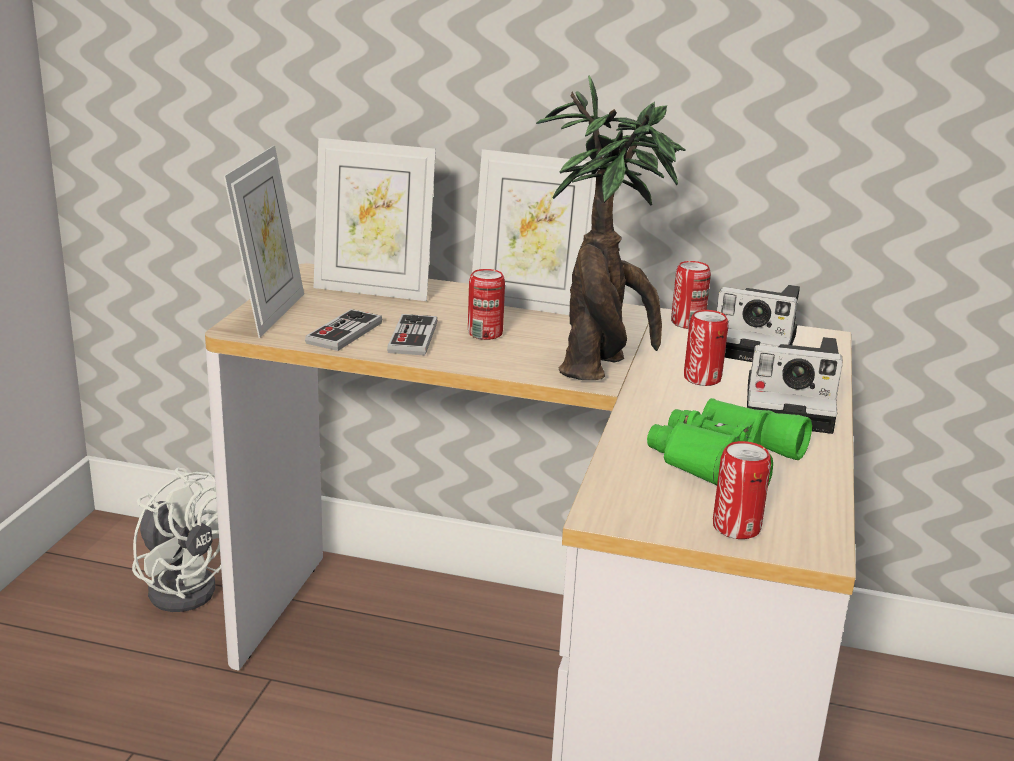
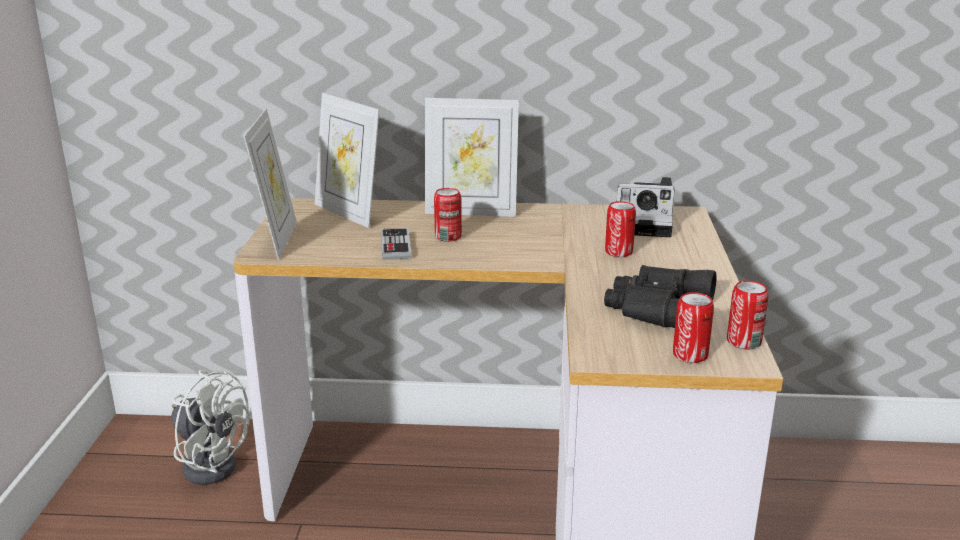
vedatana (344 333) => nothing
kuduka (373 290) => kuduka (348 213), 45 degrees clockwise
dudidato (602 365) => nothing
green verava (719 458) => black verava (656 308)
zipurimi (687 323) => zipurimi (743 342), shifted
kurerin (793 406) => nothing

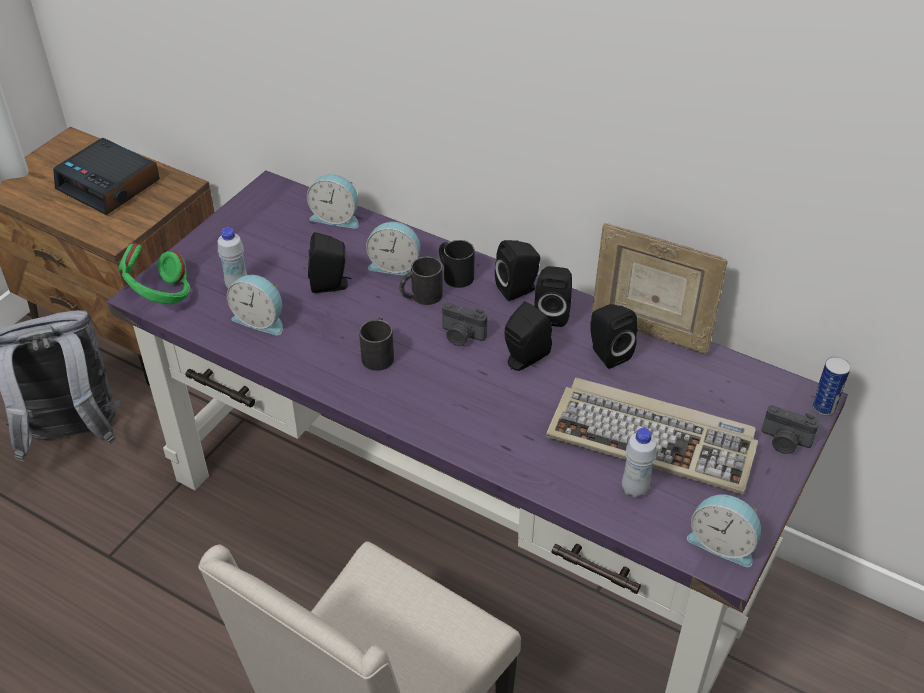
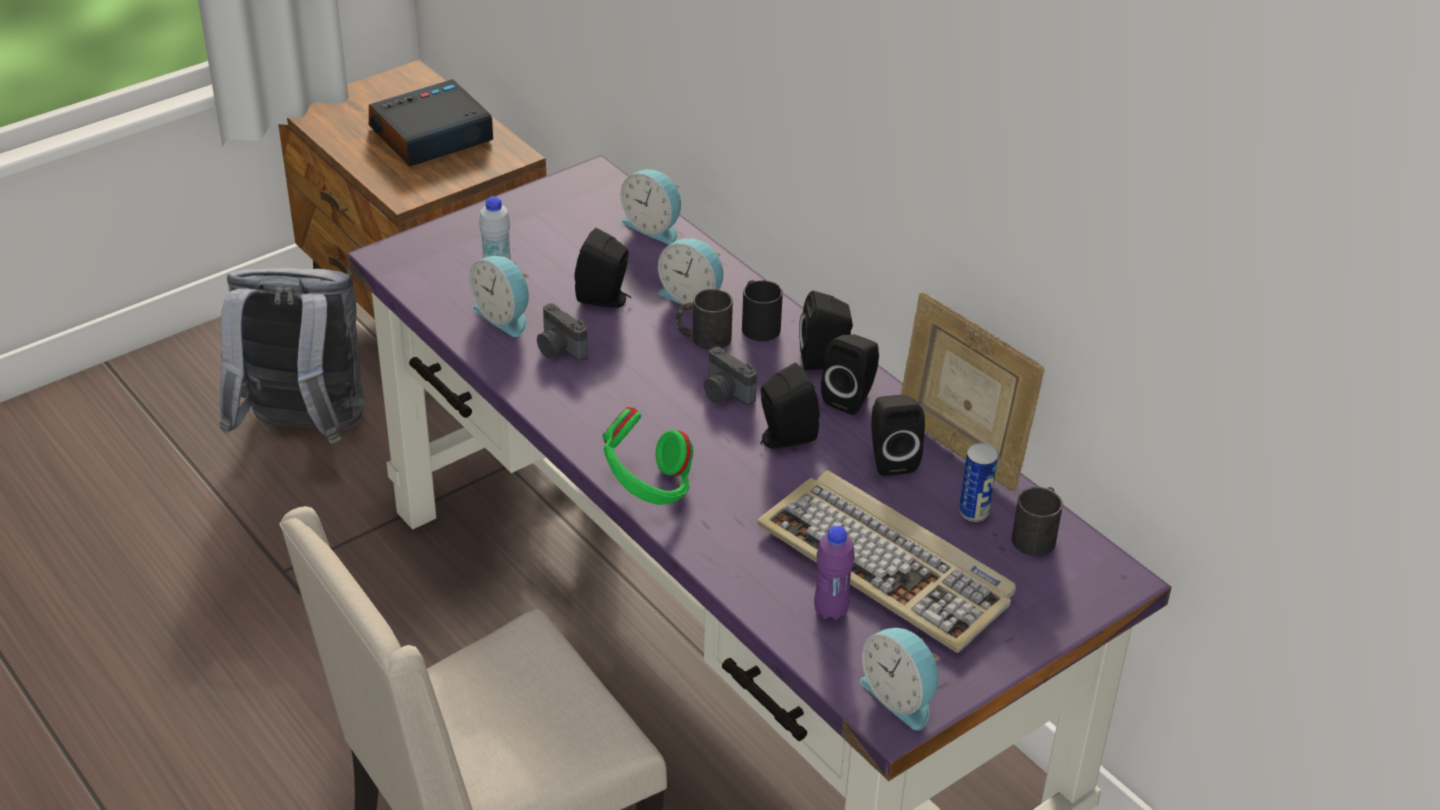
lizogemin (110 185) => lizogemin (430 136), 90 degrees clockwise
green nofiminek (160 296) => green nofiminek (647 488), shifted
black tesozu (379 354) => black tesozu (1037 534), shifted
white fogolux (634 489) => purple fogolux (830 611)
kurerin (784 442) => kurerin (559 349), shifted
zipurimi (823 408) => zipurimi (974 512), shifted

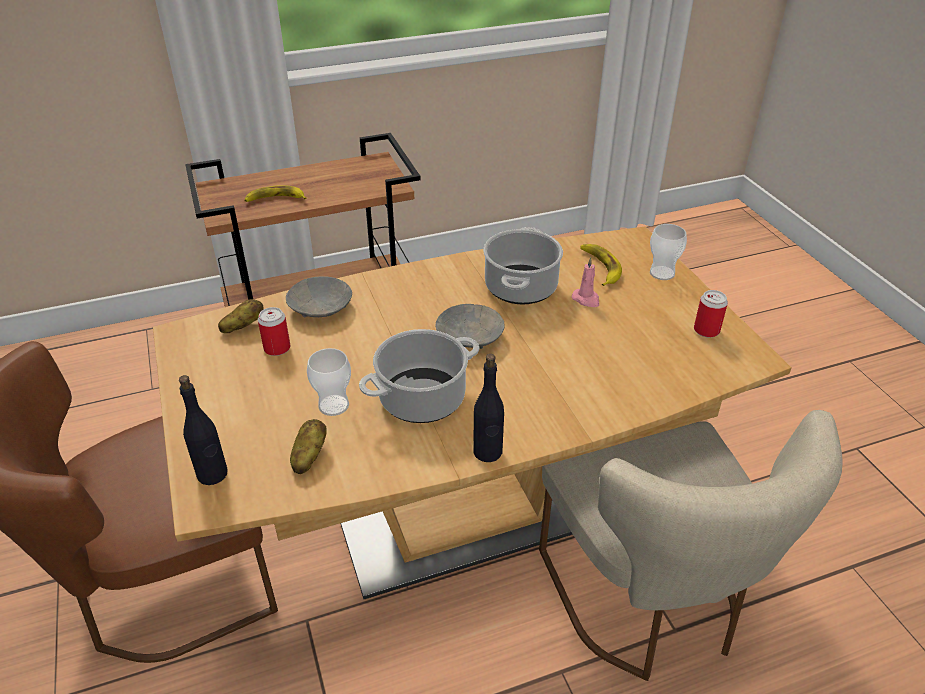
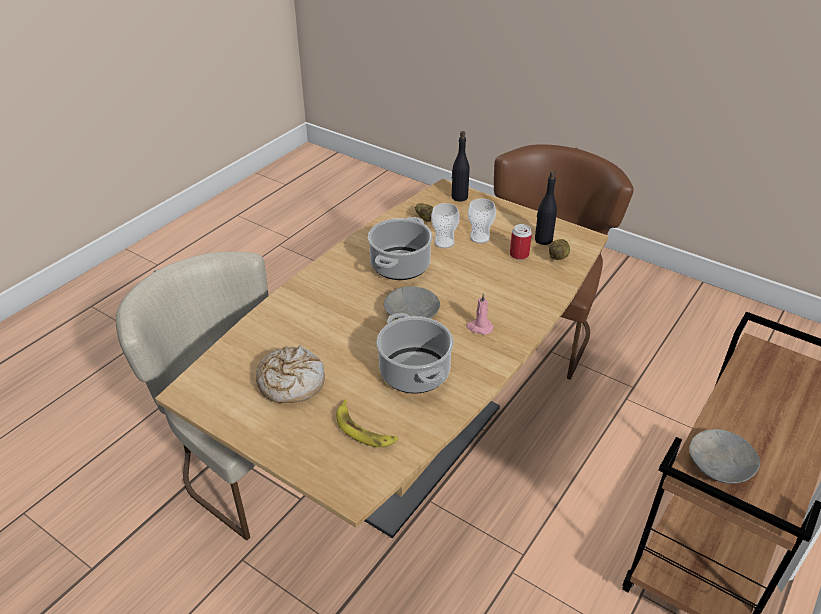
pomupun (275 199) => nothing
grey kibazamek (321 308) => grey kibazamek (719 465), shifted
black fogolux (487 452) => black fogolux (543 240), shifted
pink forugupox (586 299) => pink forugupox (479 327), shifted
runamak (662 273) => runamak (480 238), shifted
zipurimi (706 330) => nothing
nothing => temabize (290 382)

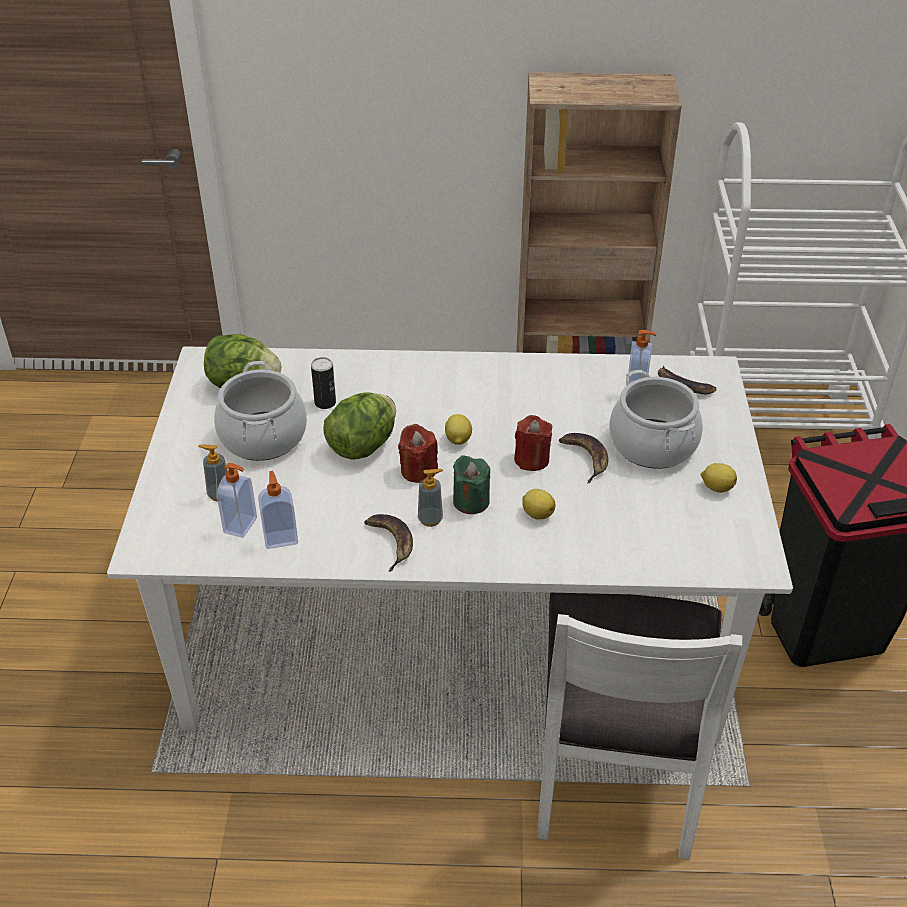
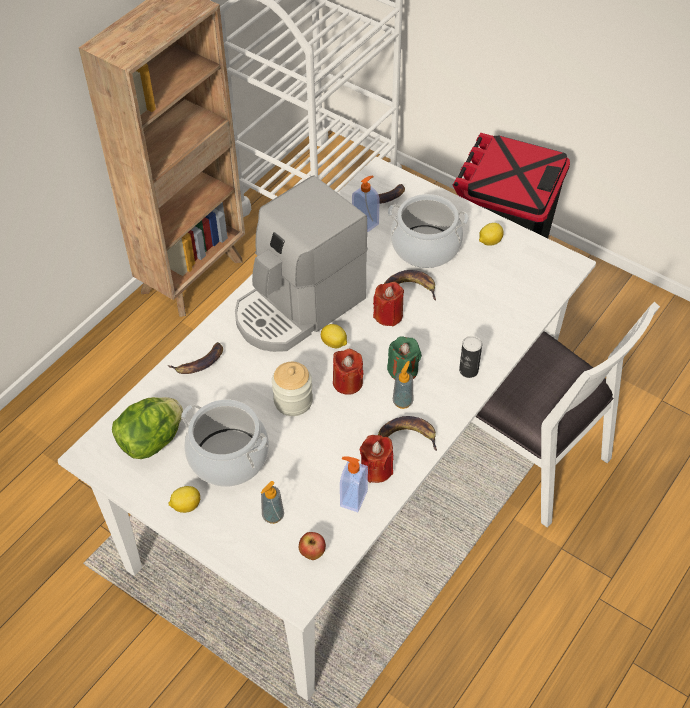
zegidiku (241 525) => nothing
zipurimi (325 402) => zipurimi (468 370), shifted
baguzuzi (362 446) => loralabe (293 401)
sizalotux (537 514) => sizalotux (186 506), shifted
nothing => pomupun (199 363)
nothing => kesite (298 308)
nothing => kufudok (312 553)
nothing => red forugupox (376 469)

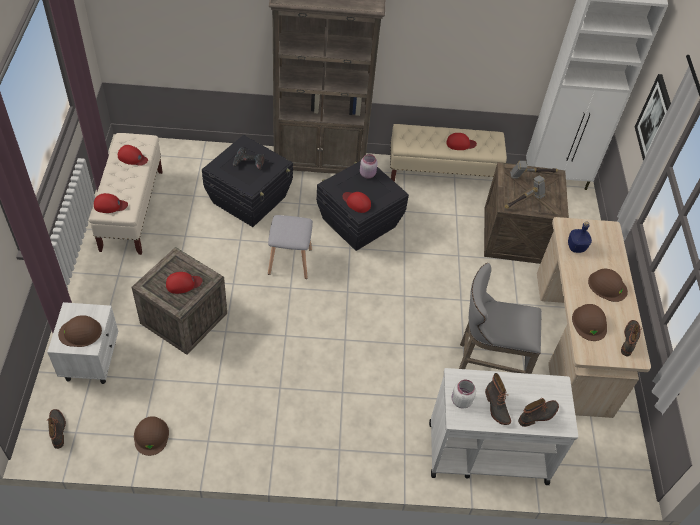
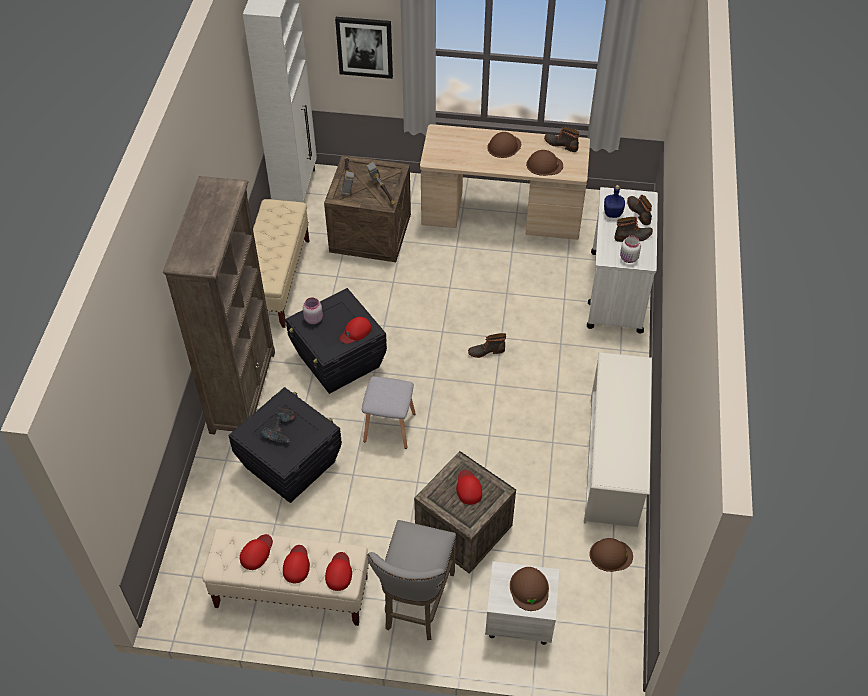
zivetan (58 429) => zivetan (486 351), shifted
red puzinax (460 143) => red puzinax (296 565), shifted
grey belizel (487 363) => grey belizel (416 604), shifted
blue fogolux (576 247) => blue fogolux (612 213), shifted
nothing => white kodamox (613 460)

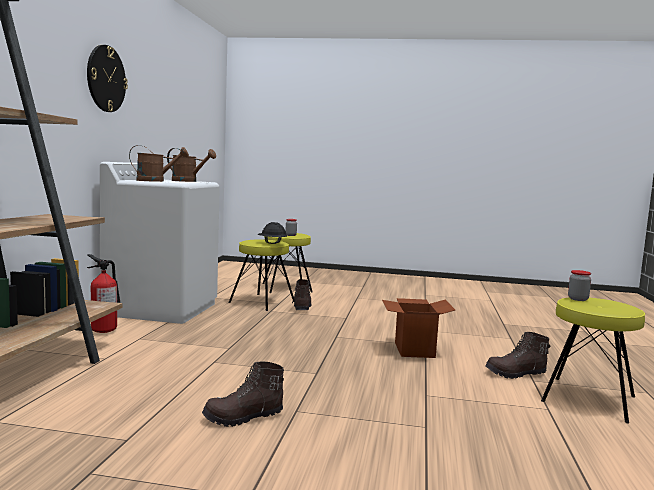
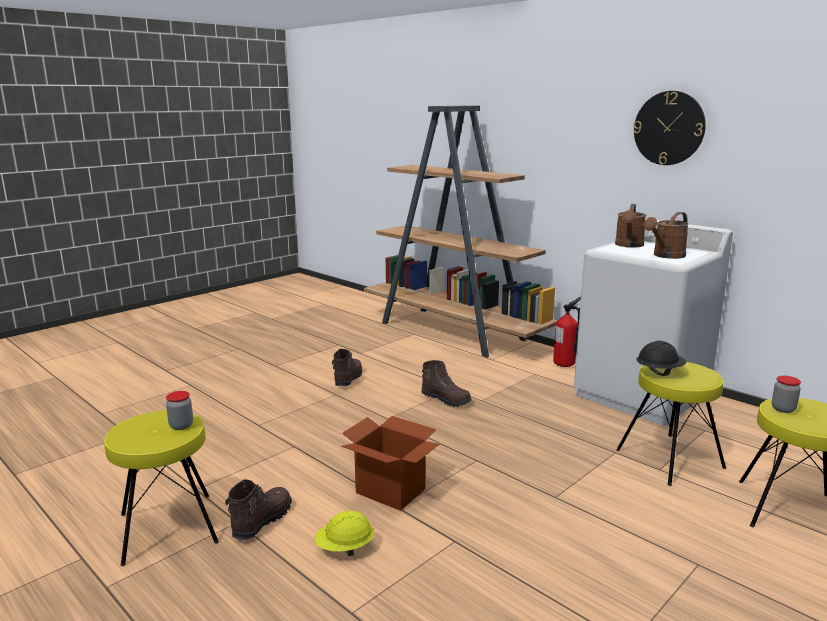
brown zivetan (302 308) => brown zivetan (446 399), shifted
nothing => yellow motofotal (345 549)

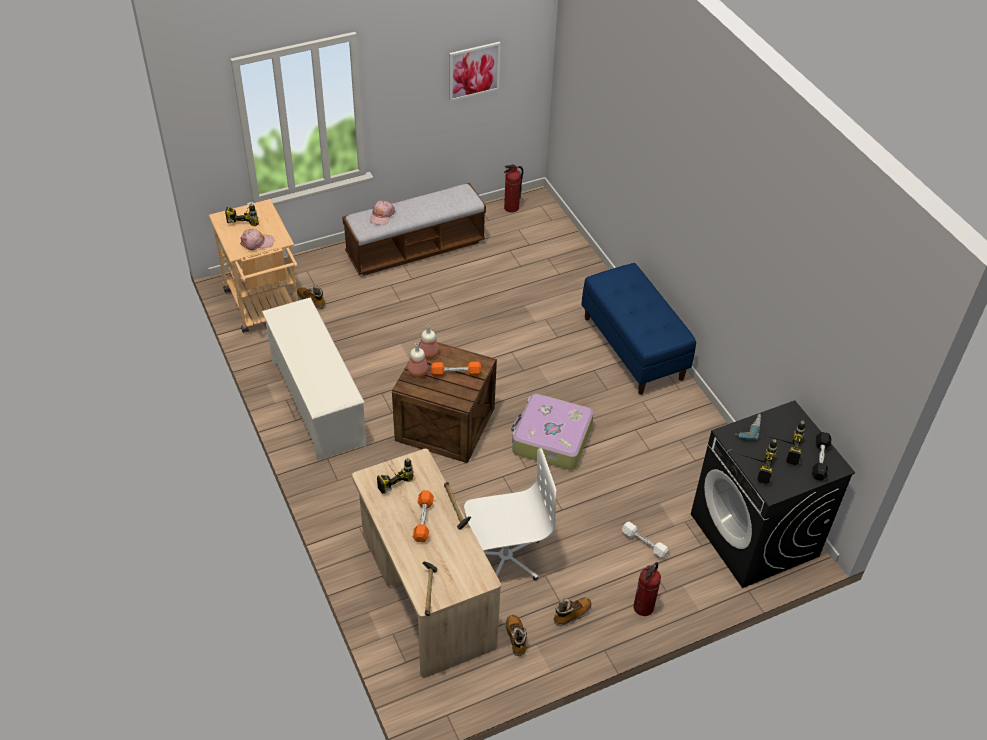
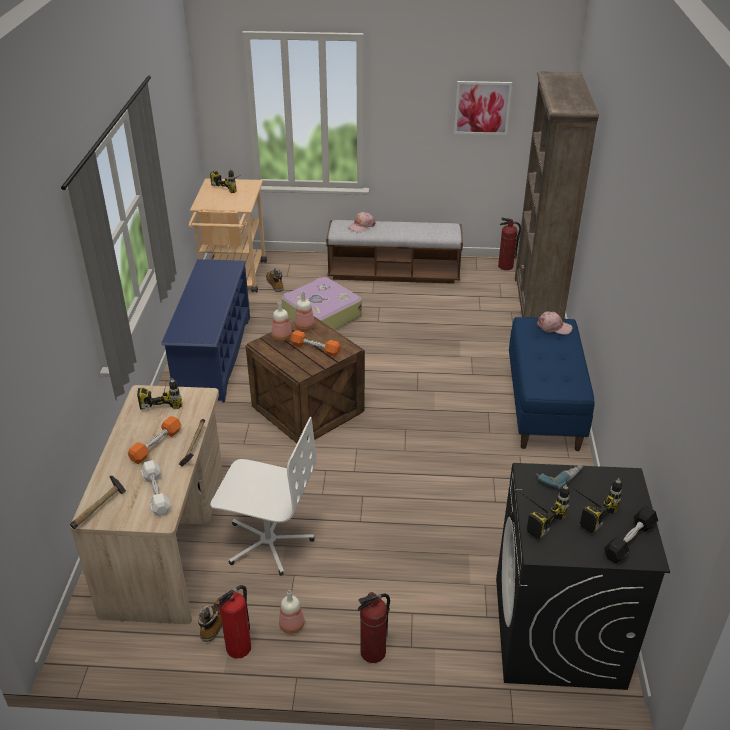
pink puzinax (257 242) => pink puzinax (554 327), shifted
white kodamox (317 402) => blue kodamox (214 356)
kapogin (550 439) => kapogin (321 315), shifted
zivetan (572 614) => fogolux (291 624)
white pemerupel (644 543) => white pemerupel (156 493), shifted
nothing => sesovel (239 647)
nothing => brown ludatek (537 305)

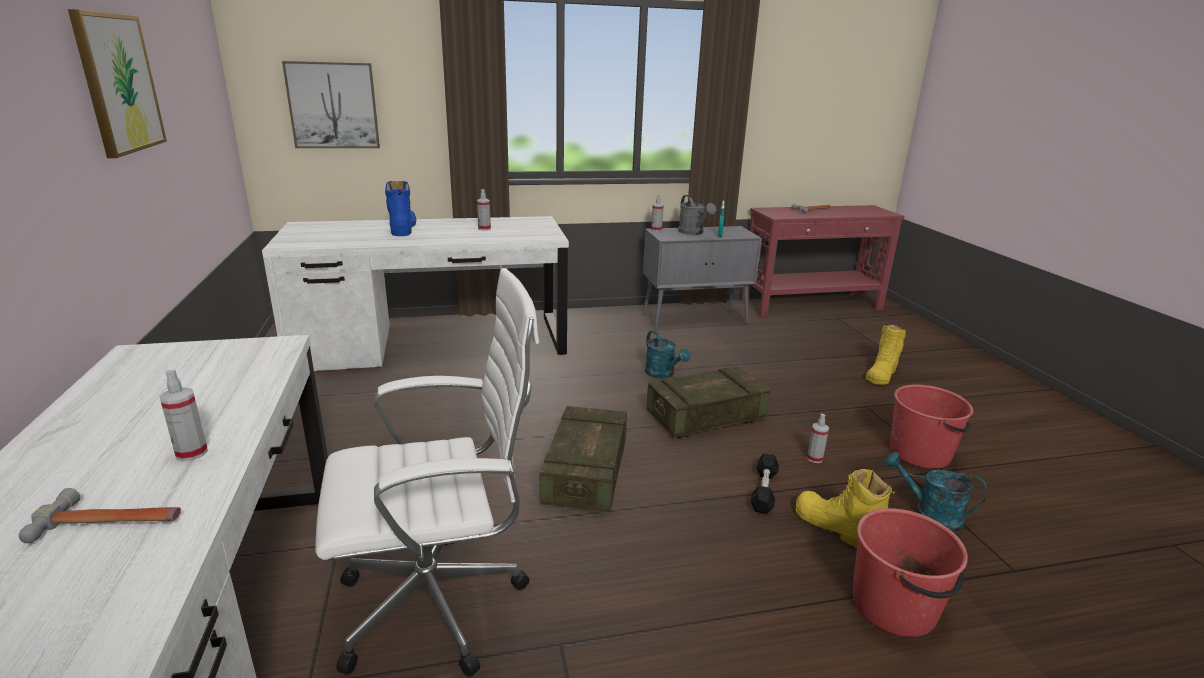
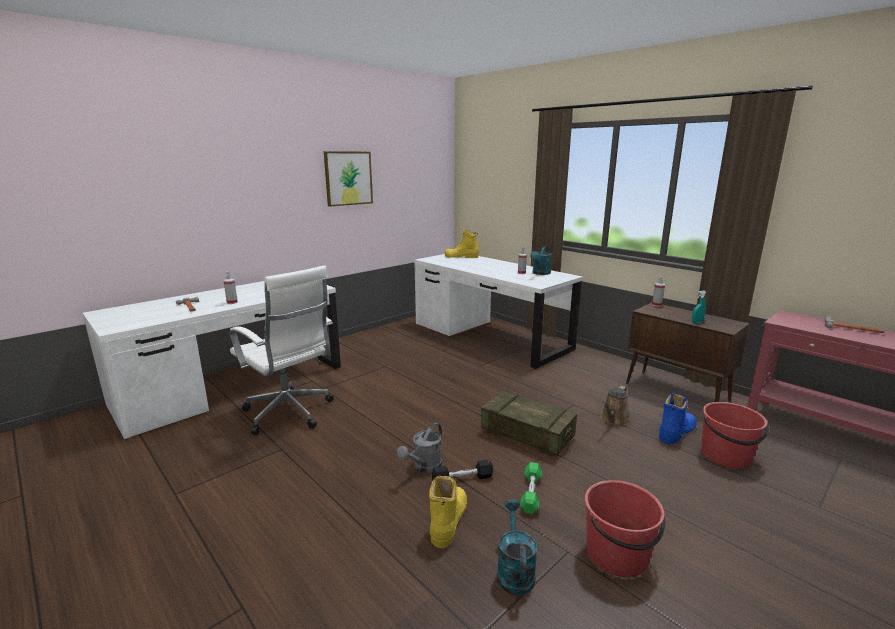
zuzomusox (333 105) => nothing
blue zivetan (403 228) => blue zivetan (676 432), shifted
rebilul (586 475) => nothing
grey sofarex (695 318) => brown sofarex (677 392)
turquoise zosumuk (663 374) => turquoise zosumuk (540 273), shifted
grey zosumuk (693 233) => grey zosumuk (424 467), shifted
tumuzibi (814 458) => green pemerupel (531 493)
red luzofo (895 606) => red luzofo (726 456), shifted
yellow zivetan (881 373) => yellow zivetan (461 257), shifted
nothing => brown zosumuk (613 420)

